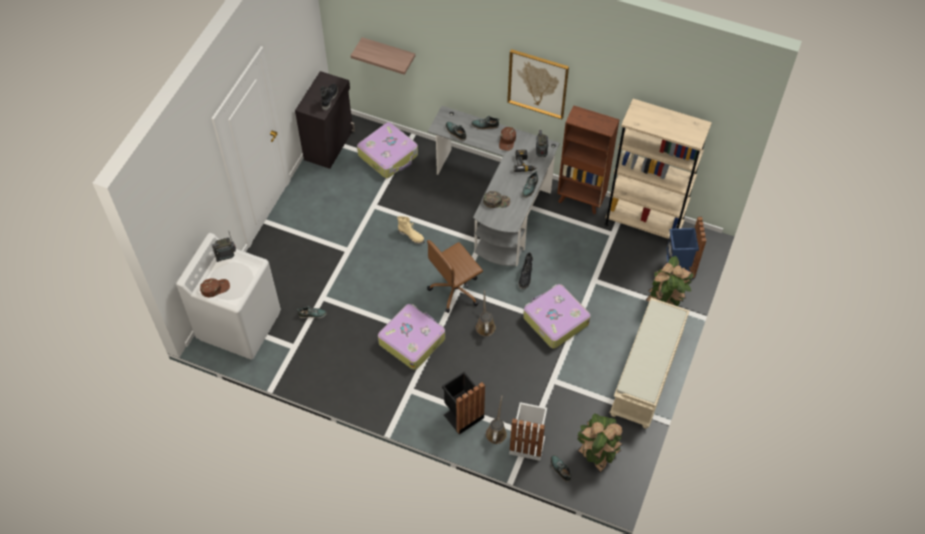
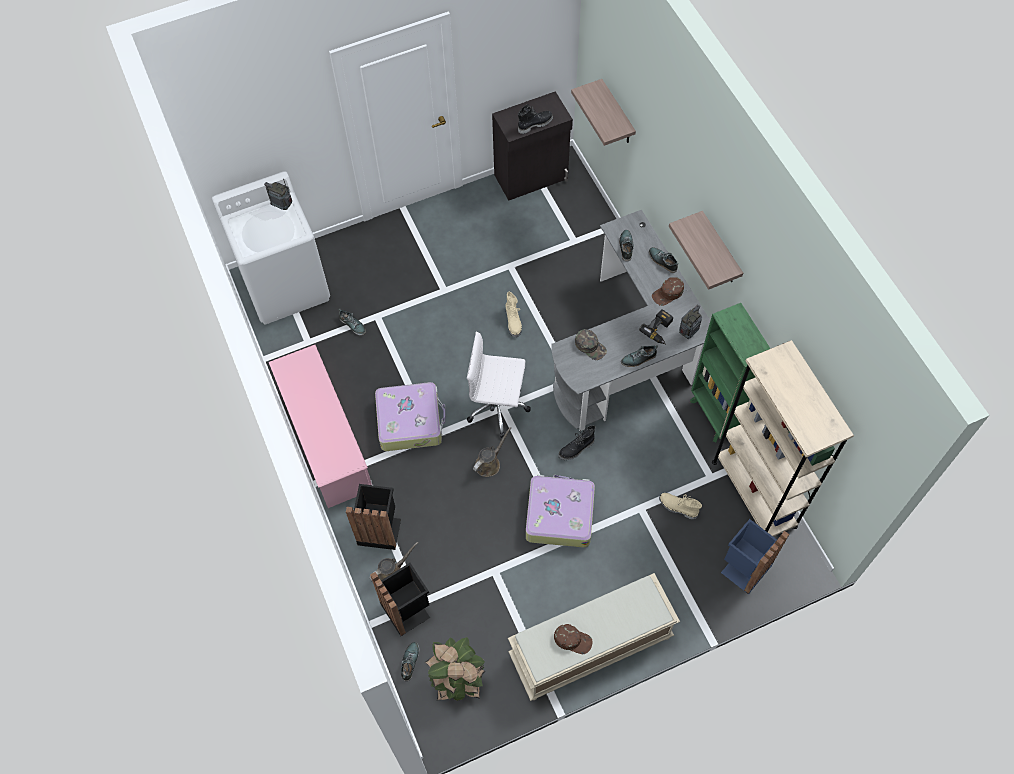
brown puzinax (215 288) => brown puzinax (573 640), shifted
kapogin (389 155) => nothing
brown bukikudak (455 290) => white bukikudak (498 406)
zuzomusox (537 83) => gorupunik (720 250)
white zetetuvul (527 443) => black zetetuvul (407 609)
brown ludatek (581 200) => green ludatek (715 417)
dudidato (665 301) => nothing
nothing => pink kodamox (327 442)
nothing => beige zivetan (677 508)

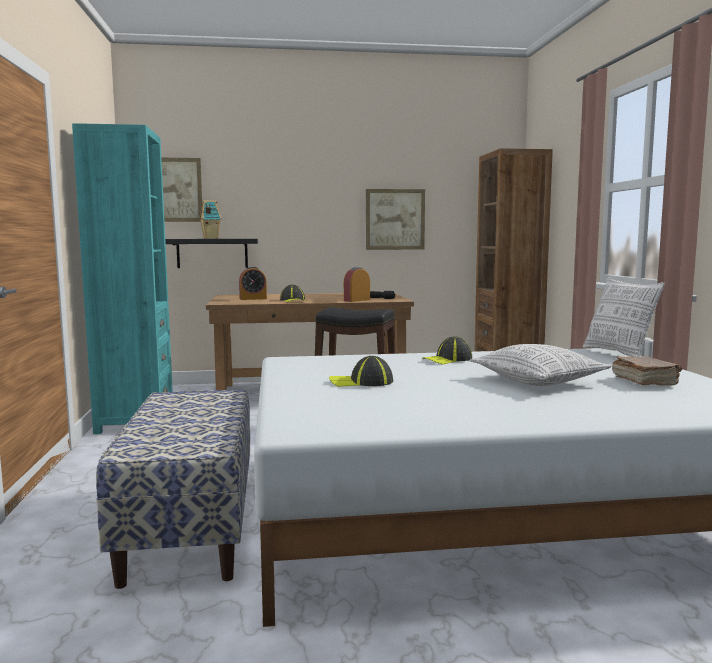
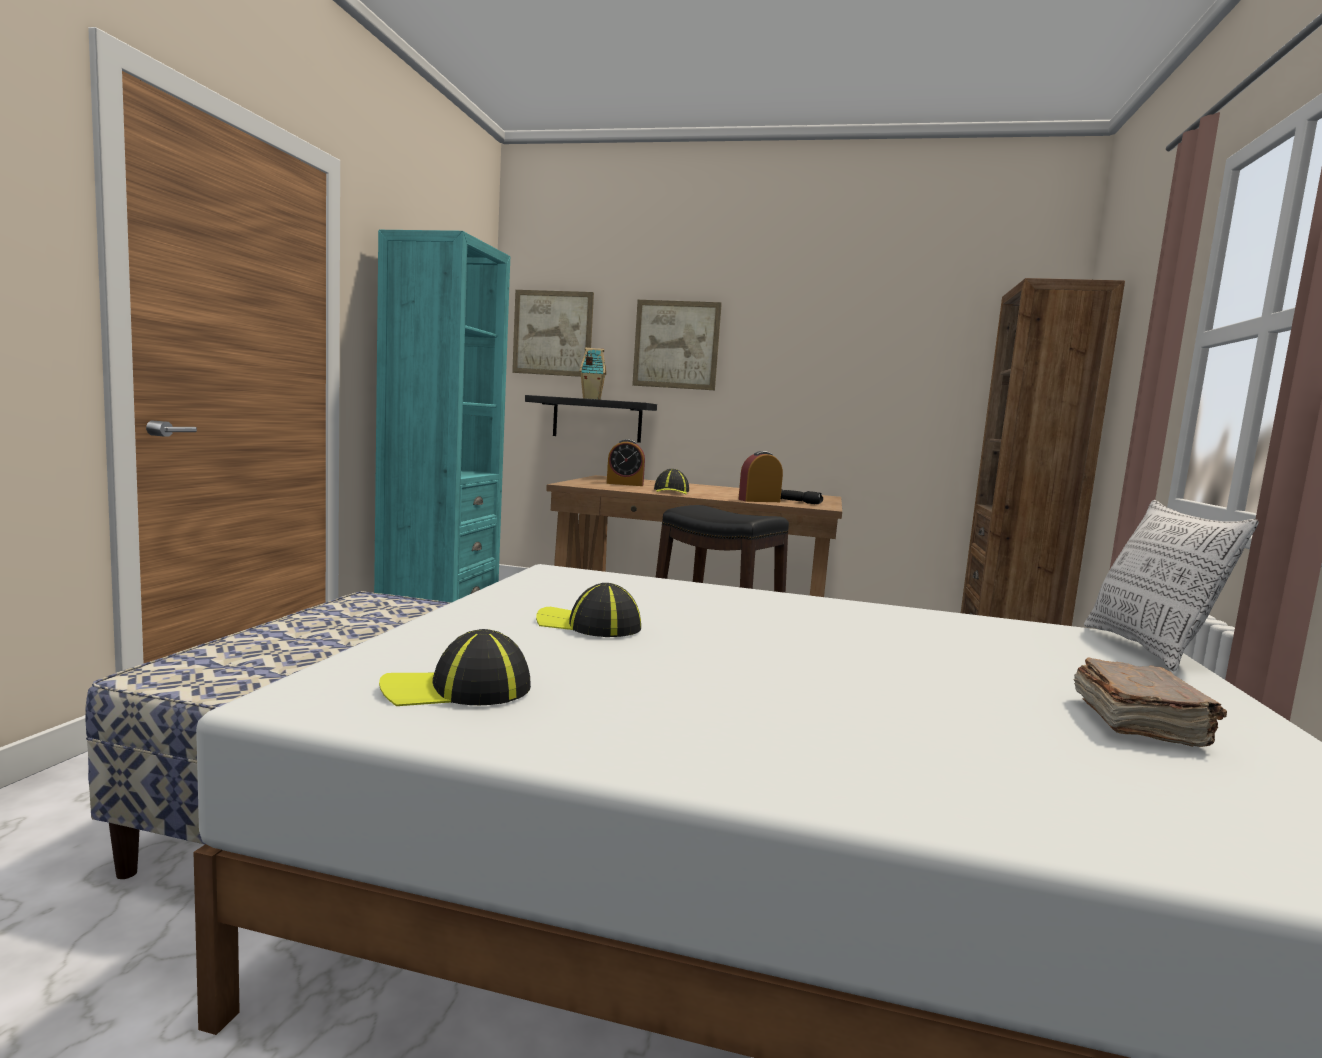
zuzomusox (395 219) => zuzomusox (676 345), shifted
puzinax (448 359) => puzinax (458 690), shifted
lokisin (538 381) => nothing

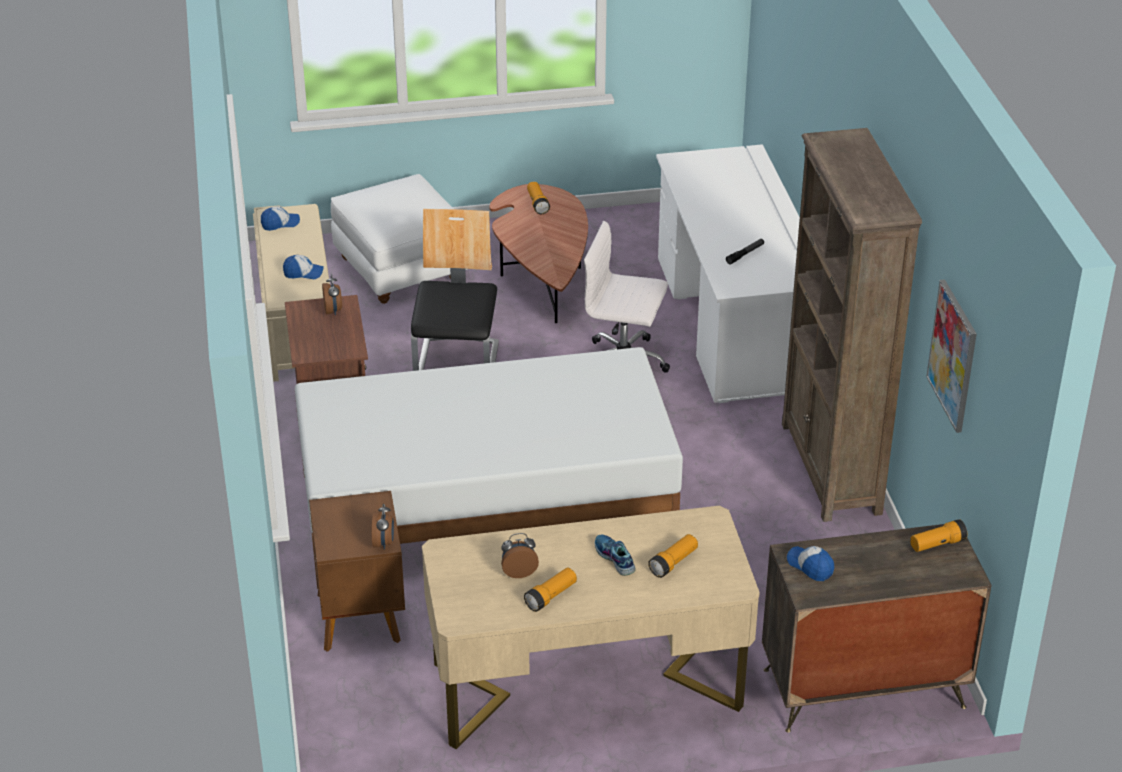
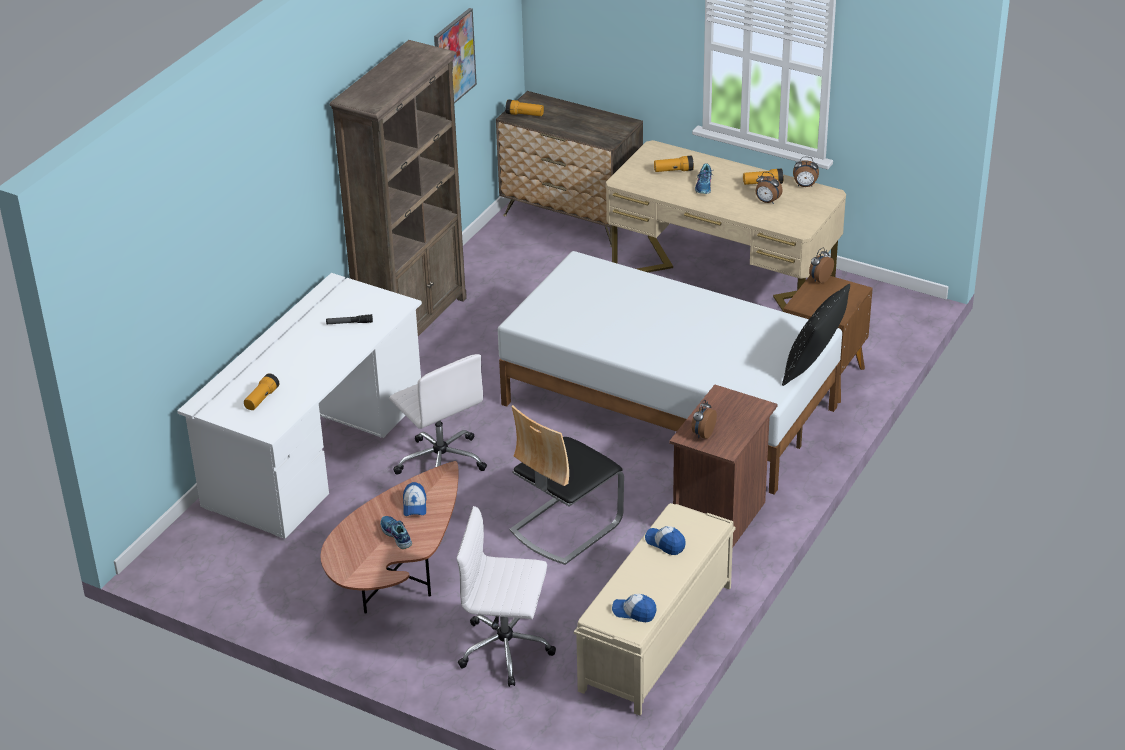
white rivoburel (402 270) => white bukikudak (507 649)
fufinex (537 204) => fufinex (261 399), shifted
puzinax (810 566) => puzinax (414 505), shifted
nothing => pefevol (396 535)
nothing => black lokisin (814 366)
nothing => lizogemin (805 186)

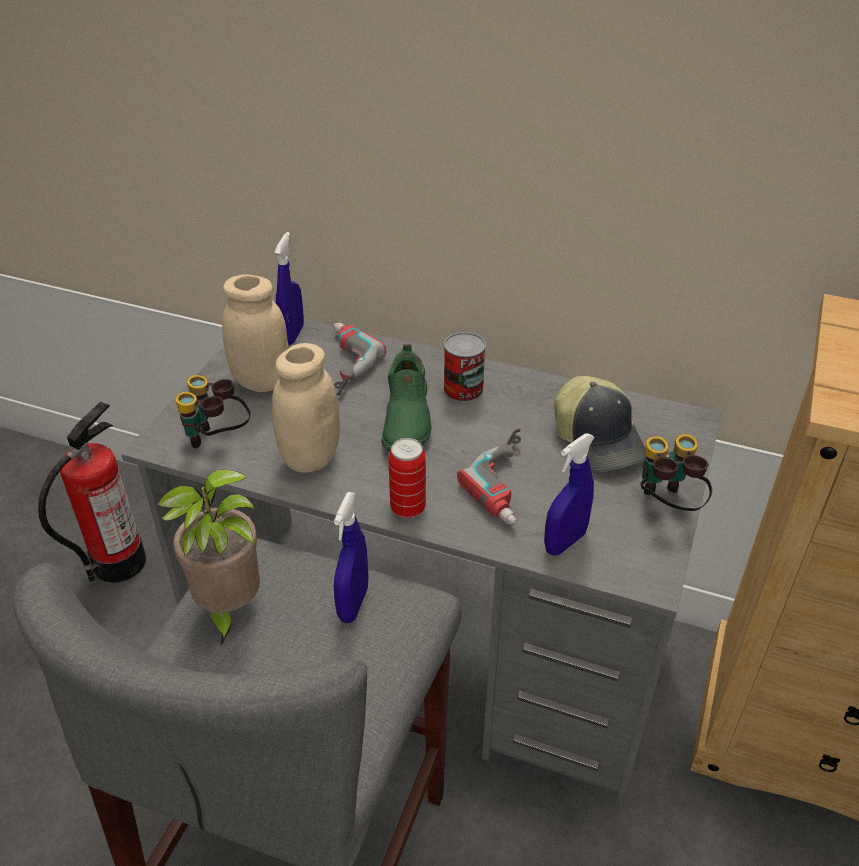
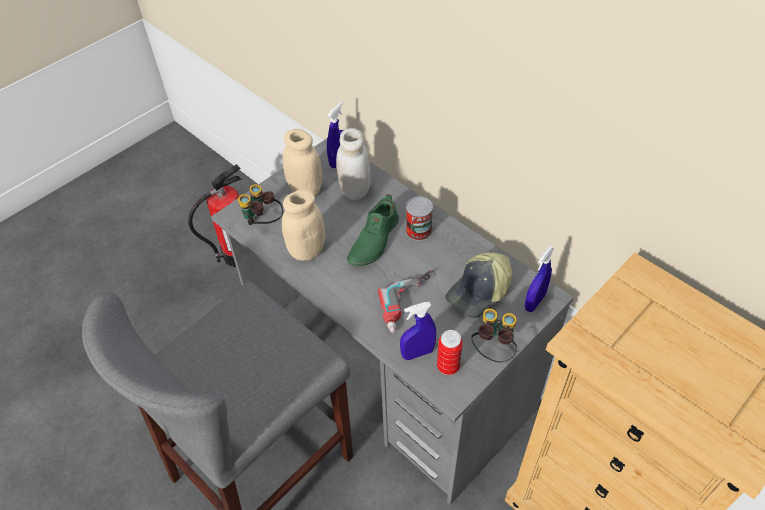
dudidato (228 609) => nothing
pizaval (338 364) => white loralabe (355 190)
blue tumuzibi (353 603) => blue tumuzibi (534 302), shifted
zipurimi (408 508) => zipurimi (448 366), shifted
puzinax (598 440) => puzinax (480 292), 45 degrees clockwise

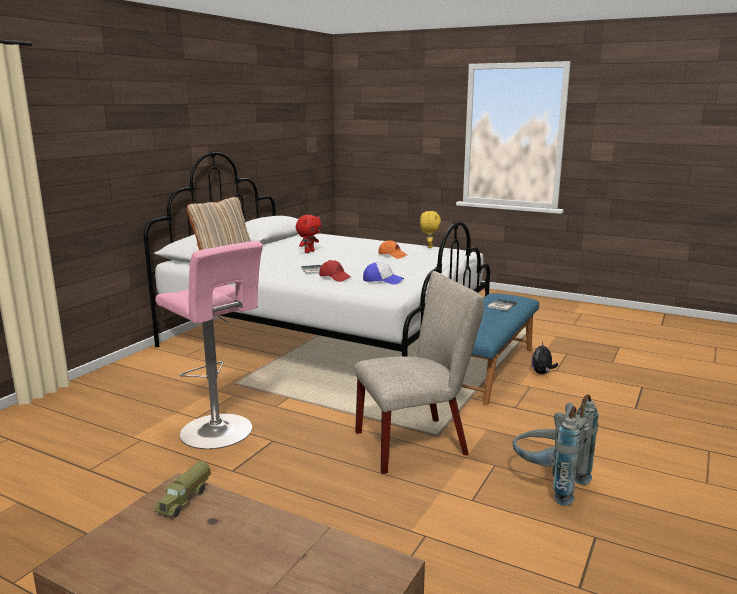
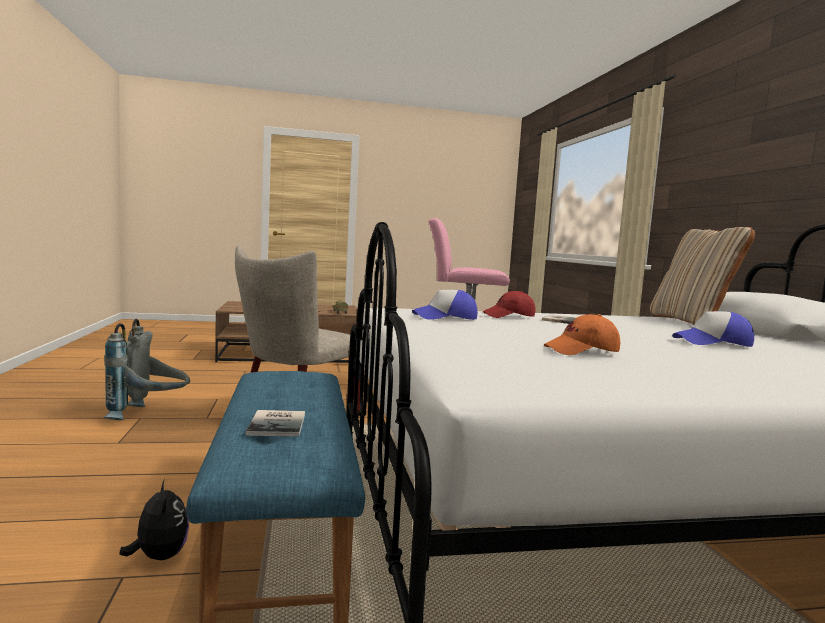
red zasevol (309 252) => puzinax (713 343)
yellow zasevol (429 247) => nothing

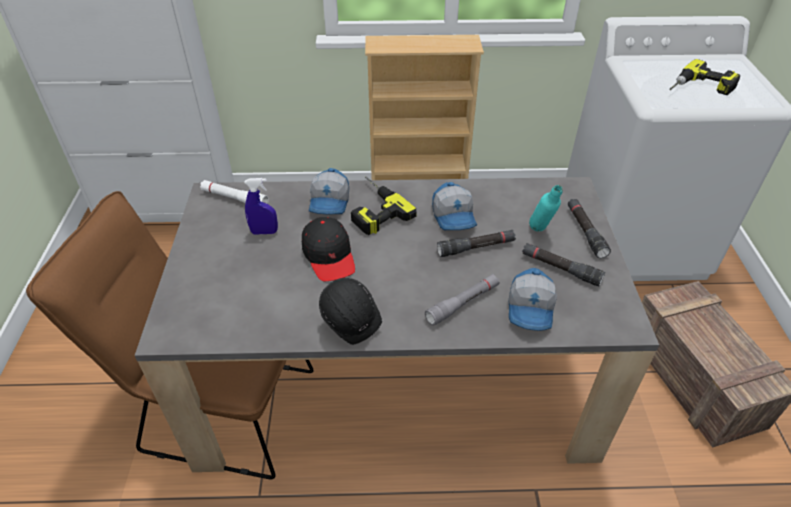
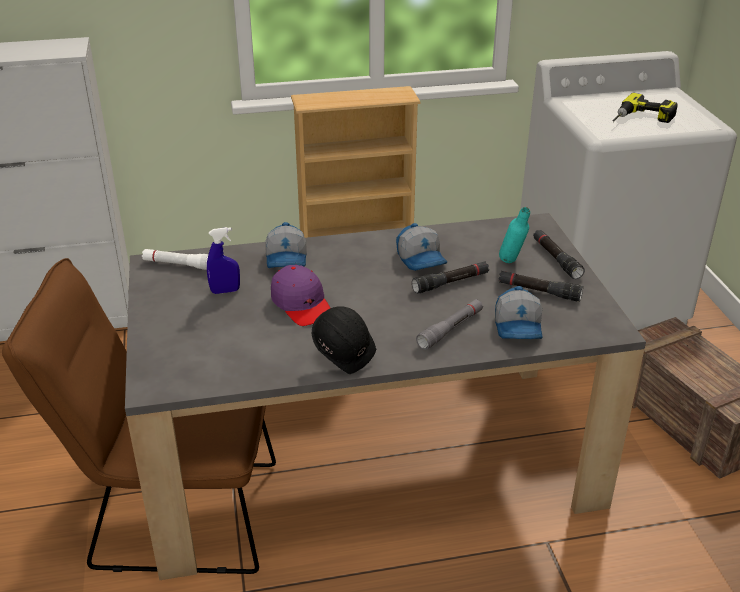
black puzinax (329 255) => purple puzinax (302 304)
pizaval (372 209) => nothing

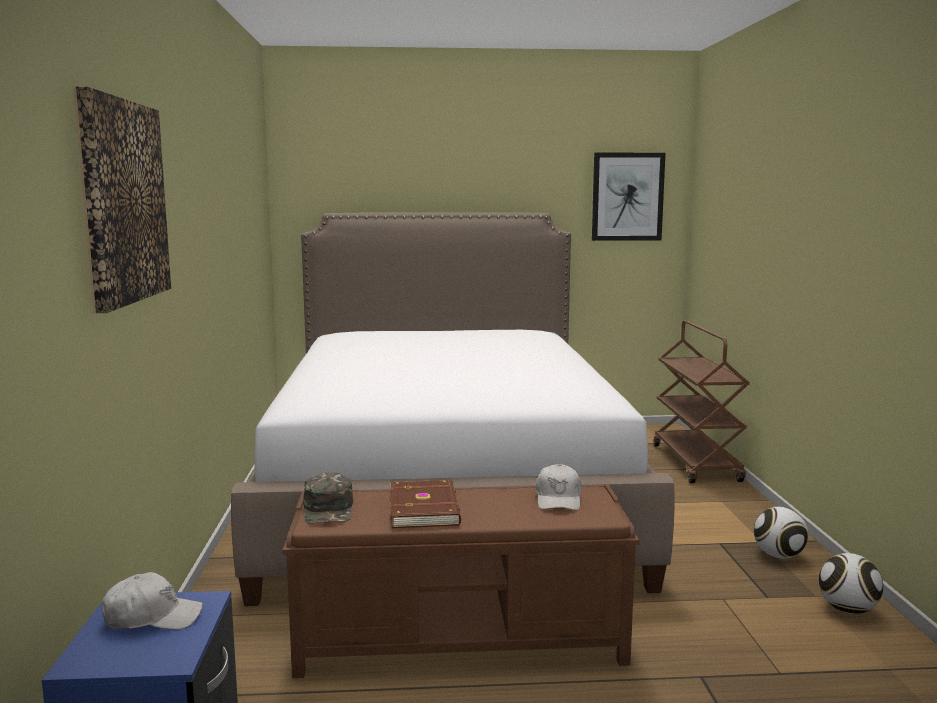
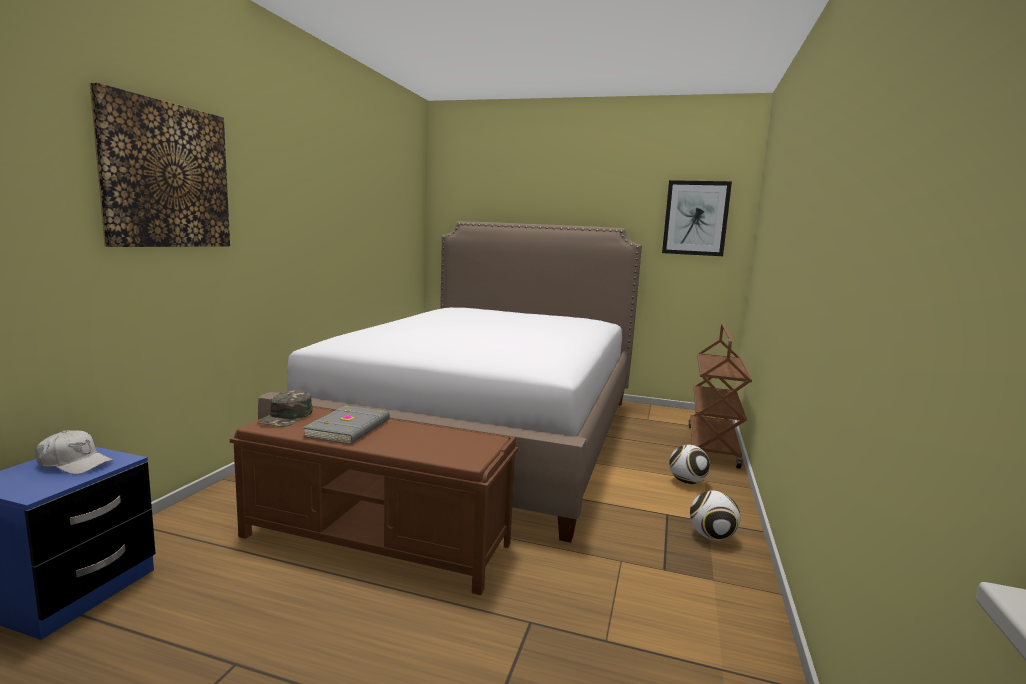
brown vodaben (426 508) => grey vodaben (350 428)
white puzinax (558 499) => nothing
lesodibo (848 610) => lesodibo (687 482), shifted

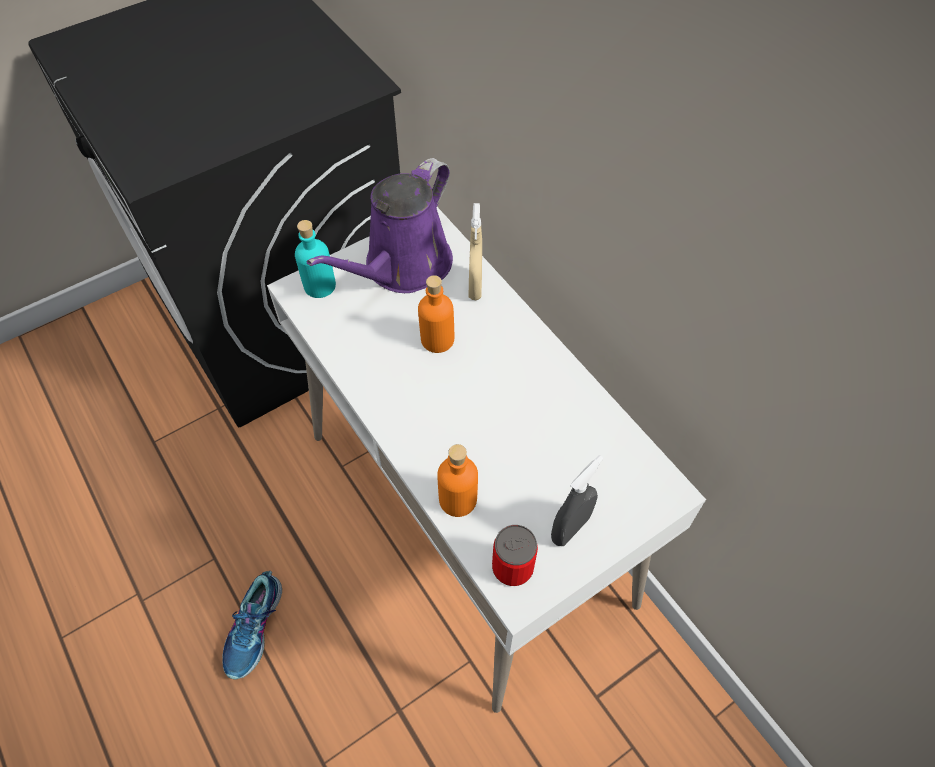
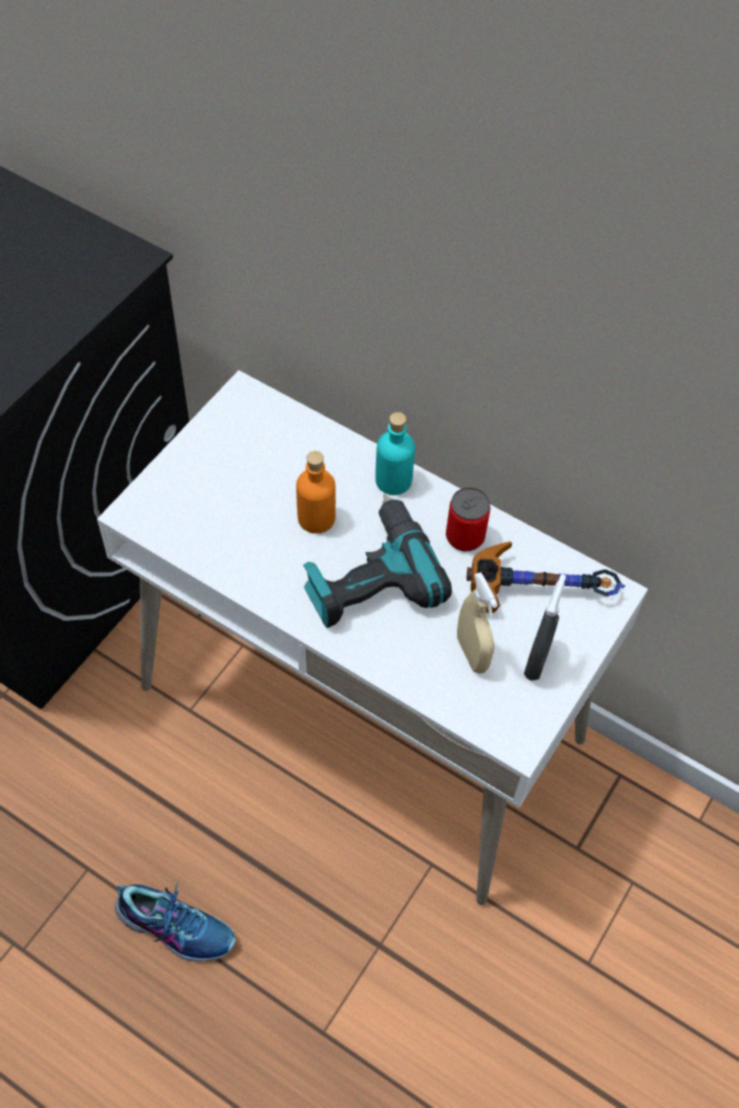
pefevol (255 628) => pefevol (176 925), 60 degrees counterclockwise
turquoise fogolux (319 286) => turquoise fogolux (393 480), shifted
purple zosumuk (402 267) => nothing
orange fogolux (458 499) => nothing
beige tumuzibi (475 286) => beige tumuzibi (472 654), shifted
zipurimi (512 567) => zipurimi (465 537), shifted
nothing => pizaval (369 576)
nothing => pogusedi (543 588)

